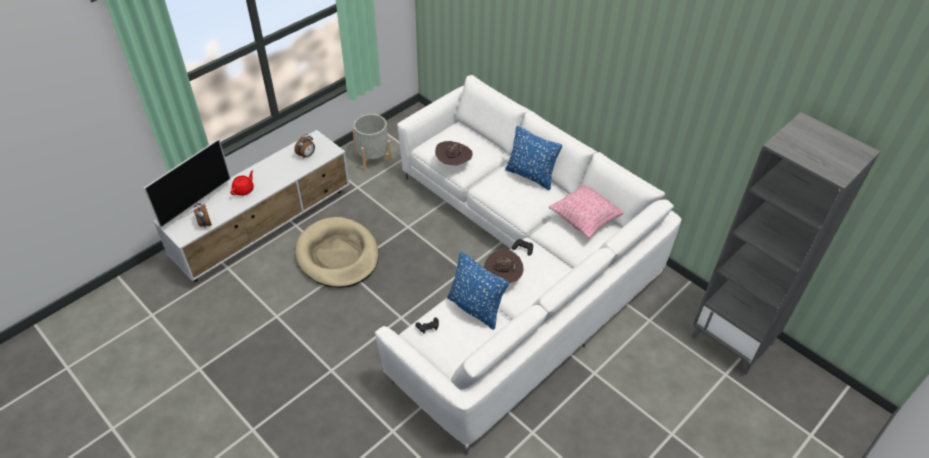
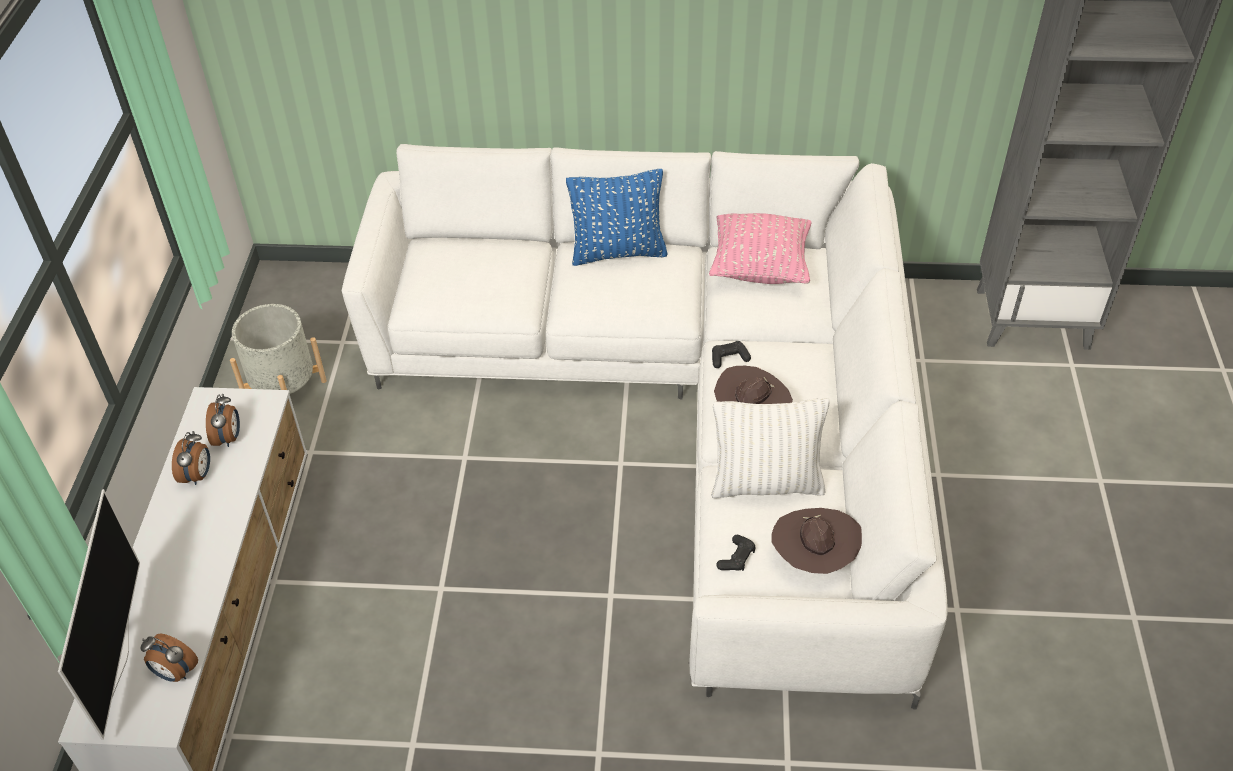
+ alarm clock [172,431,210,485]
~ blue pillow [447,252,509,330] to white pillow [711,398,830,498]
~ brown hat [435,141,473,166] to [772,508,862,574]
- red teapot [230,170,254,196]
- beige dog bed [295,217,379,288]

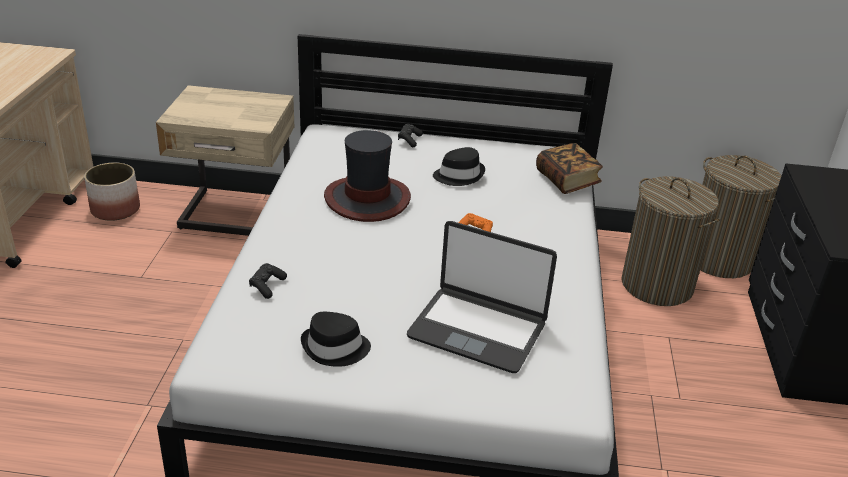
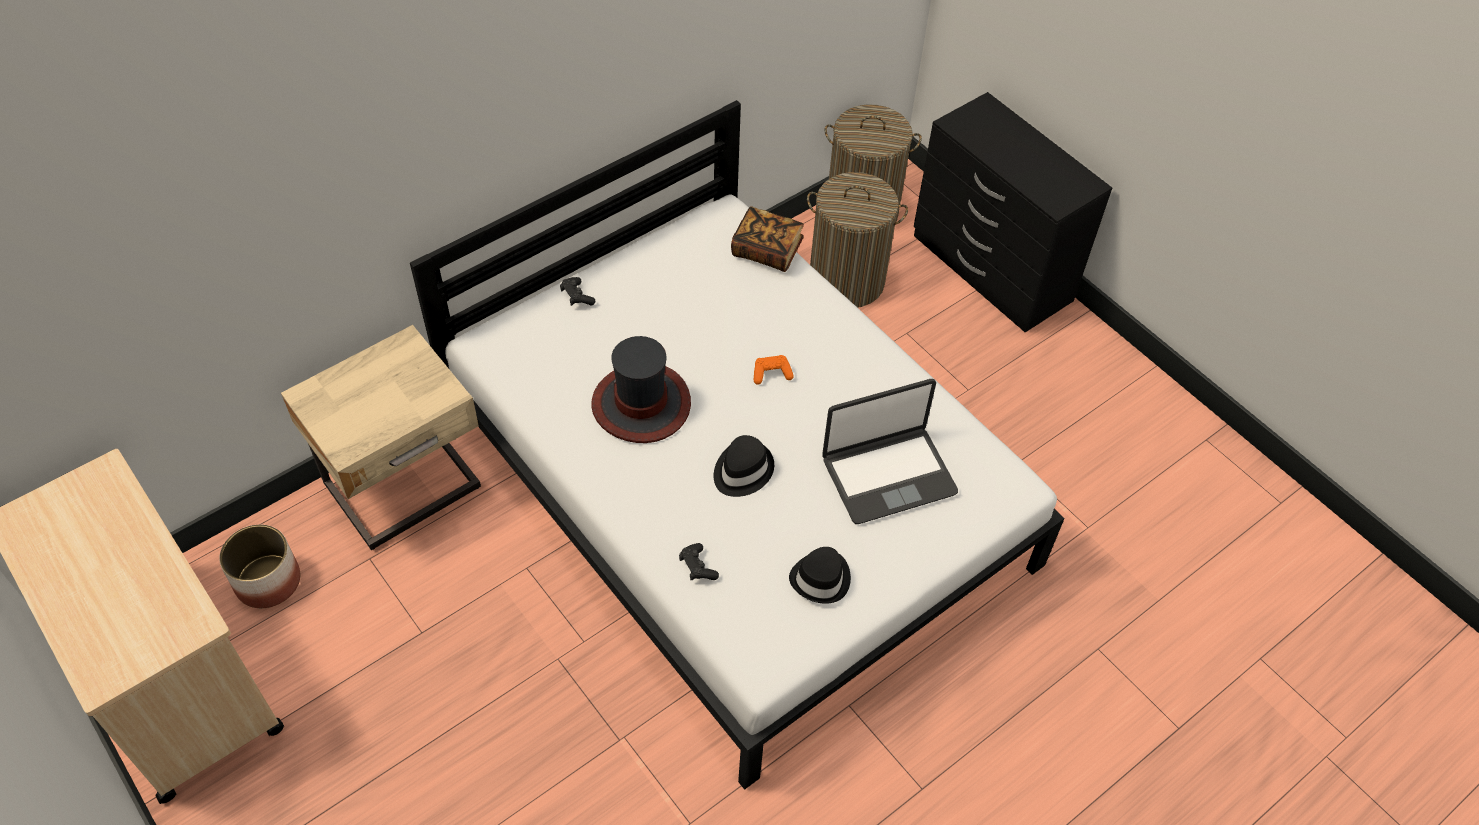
~ black hat [433,147,485,186] to [714,435,774,497]

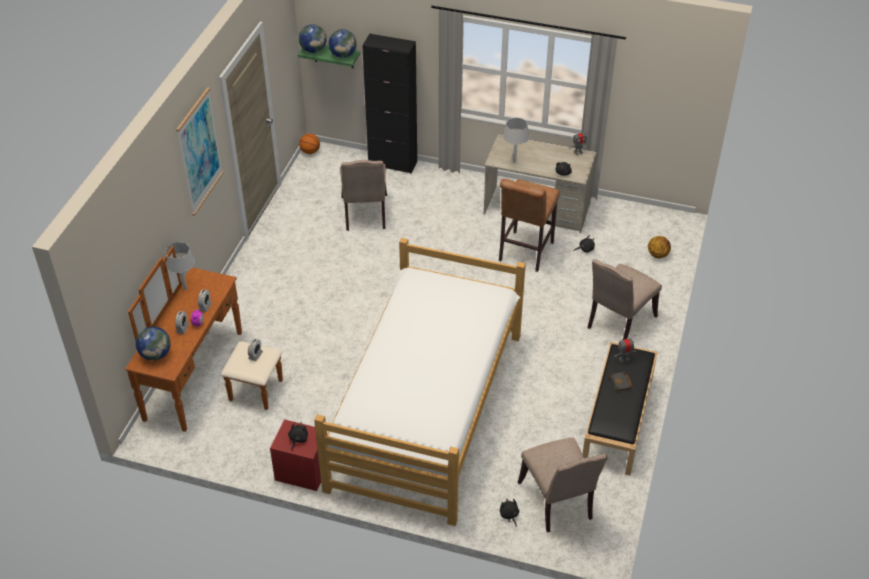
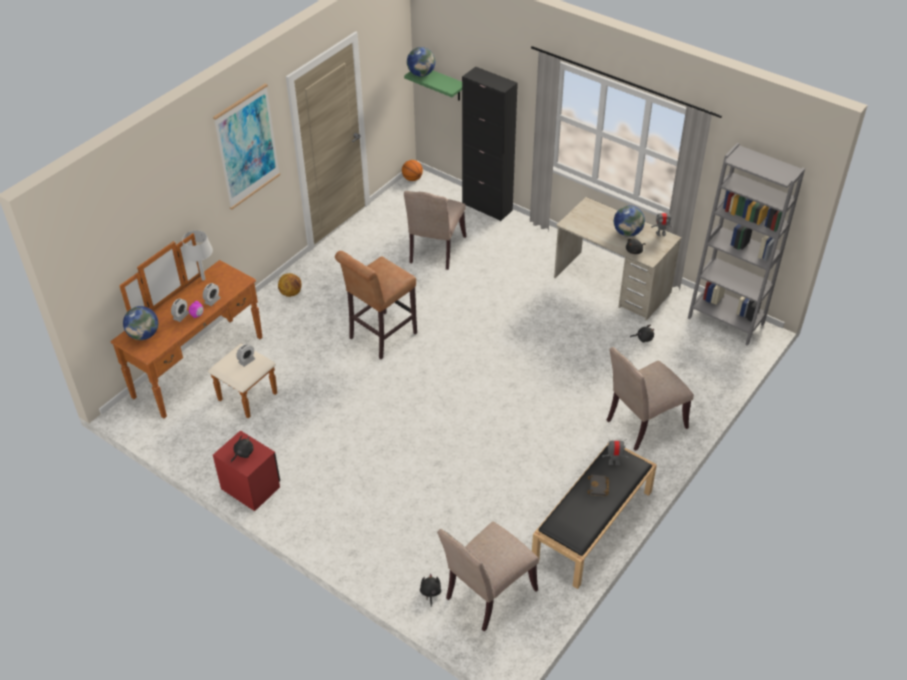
~ basketball [648,236,671,258] to [278,273,301,297]
~ brown stool [499,179,560,272] to [335,251,417,359]
~ beige chair [518,437,608,533] = [437,522,539,631] 45 degrees clockwise
~ globe [328,29,356,58] to [614,205,645,237]
+ grey bookcase [688,143,805,346]
- bed [314,238,526,526]
- grey table lamp [503,118,529,163]

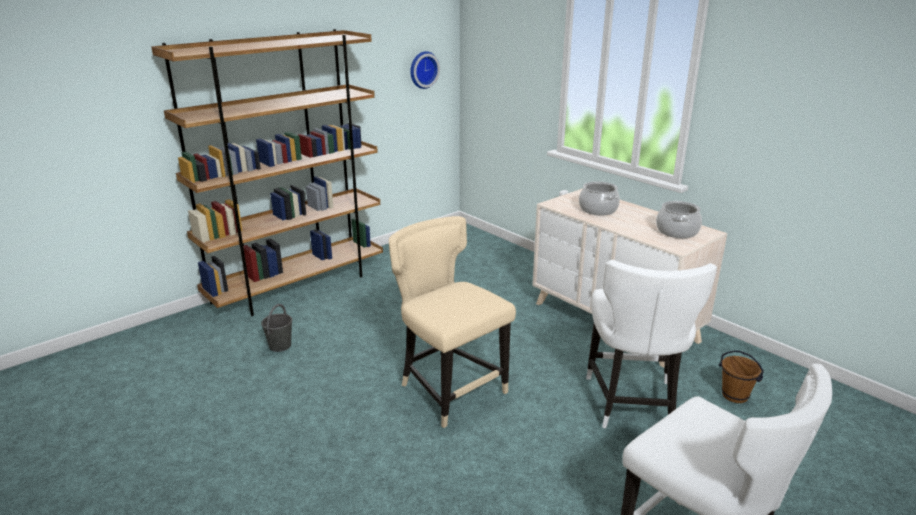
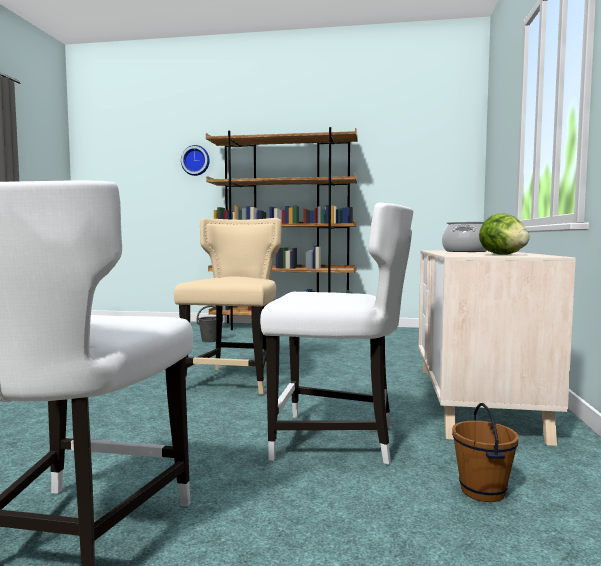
~ wall clock [410,51,440,89] to [181,145,210,176]
~ white chair [586,260,717,429] = [260,203,413,465] 135 degrees counterclockwise
~ cooking pot [656,201,702,238] to lettuce [479,213,530,255]

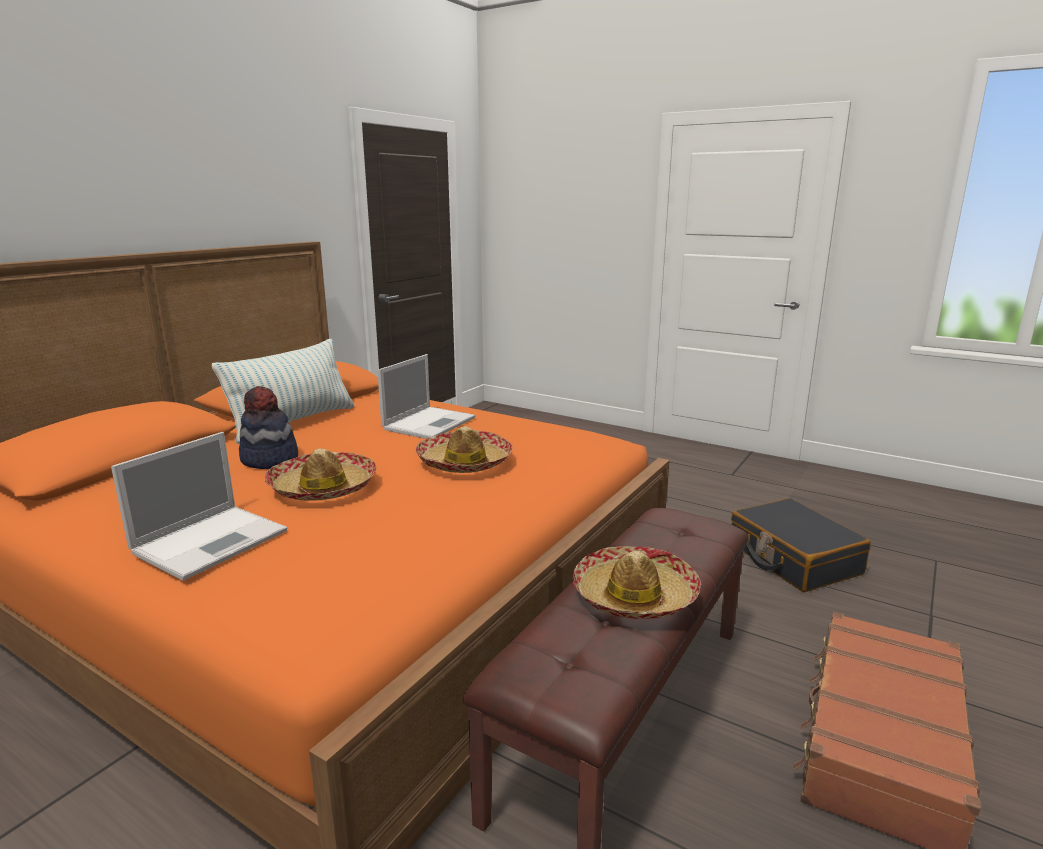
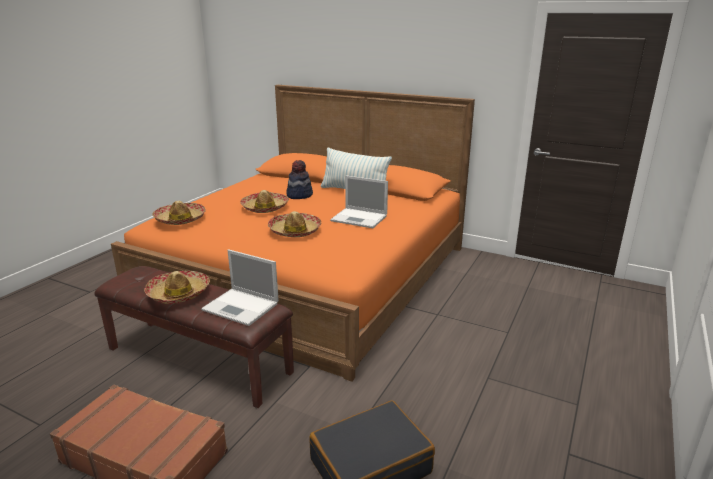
+ hat [152,201,206,225]
~ laptop [111,432,287,581] to [201,250,279,326]

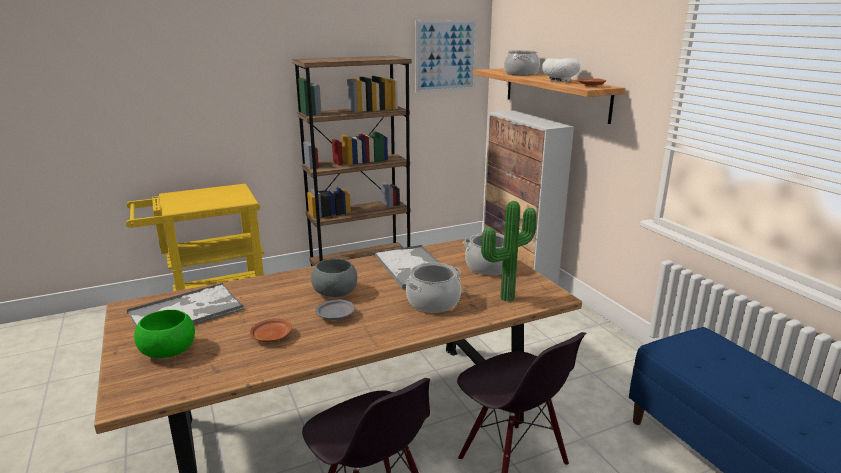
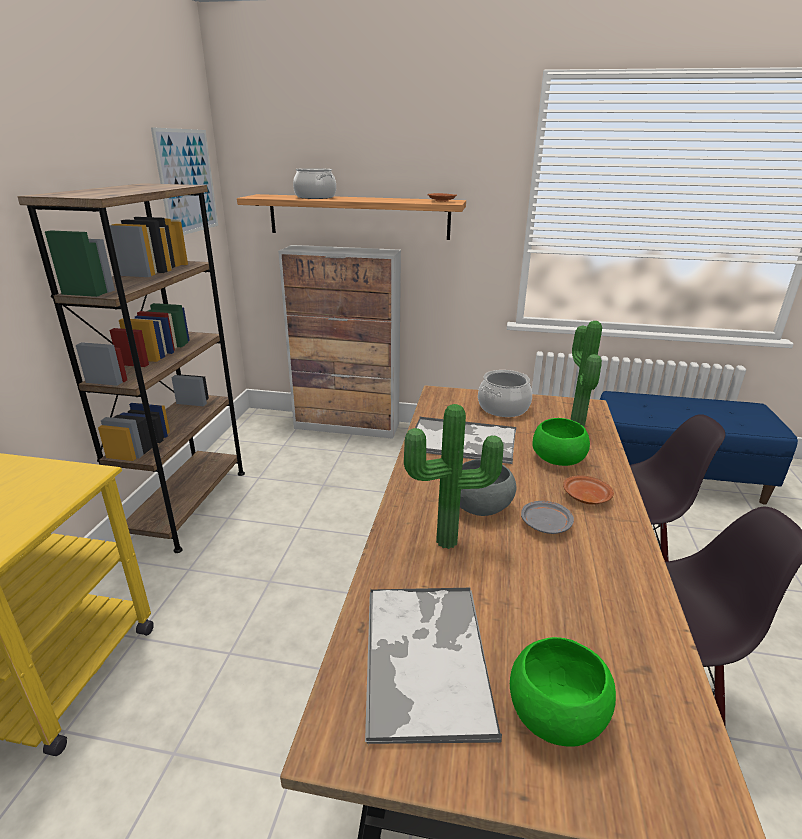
+ potted plant [404,404,503,549]
~ cooking pot [405,262,461,313] to green bowl [533,418,590,466]
~ brown plate [250,318,292,342] to [563,475,614,505]
- white bowl [542,58,580,82]

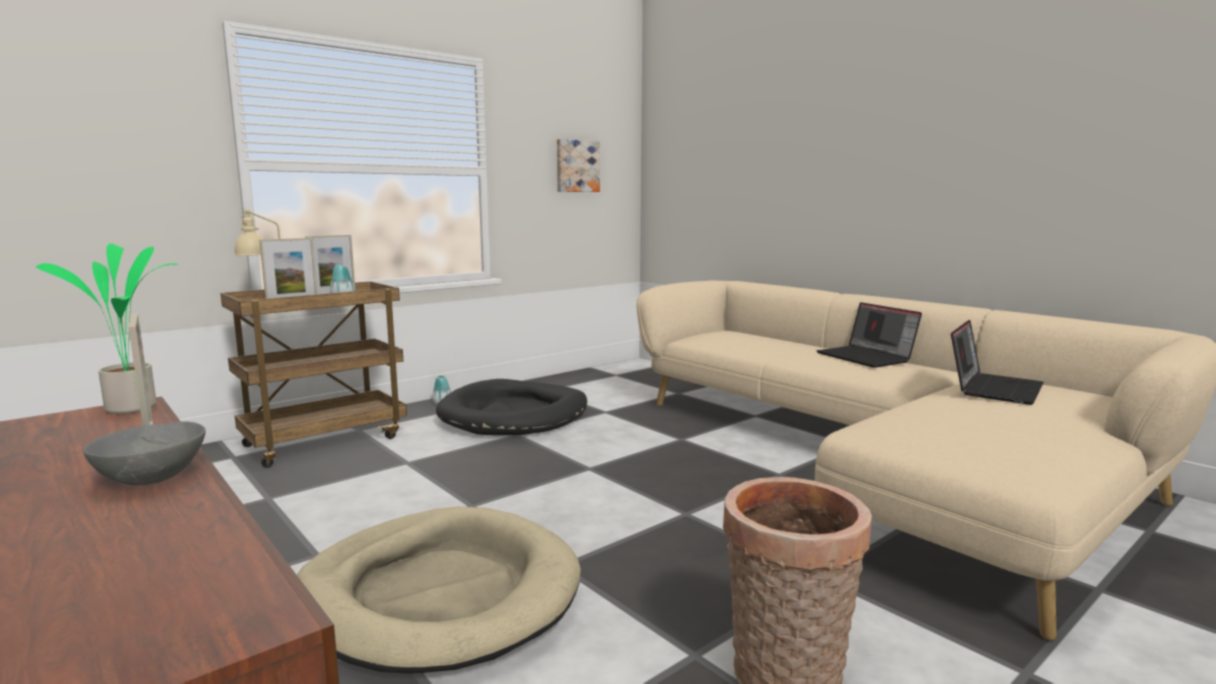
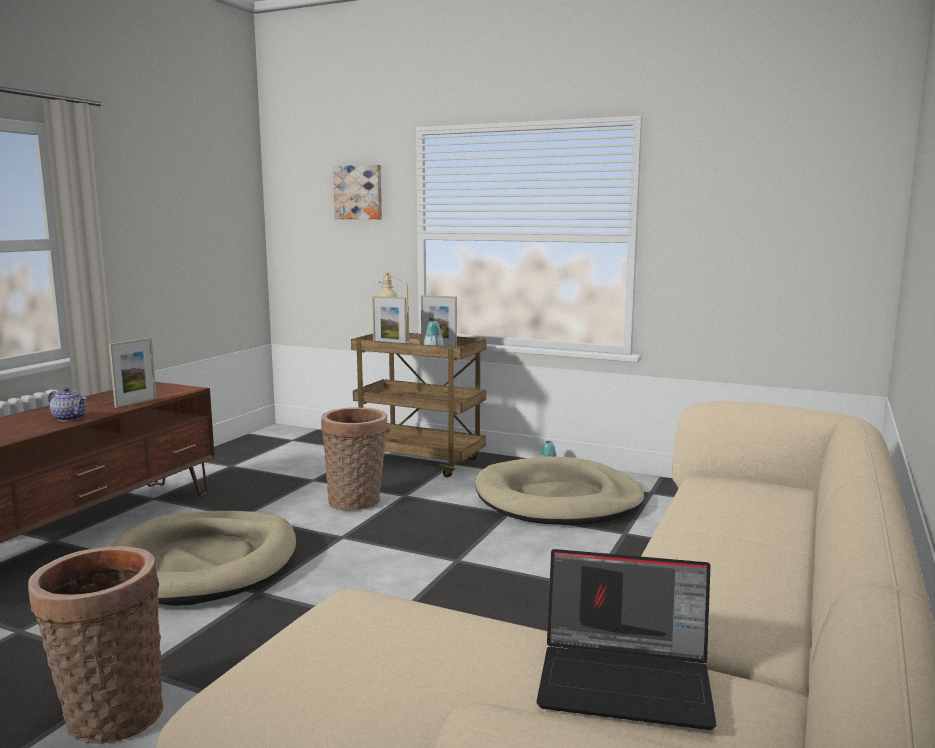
~ grey bowl [83,421,206,485] to teapot [48,387,86,421]
+ basket [321,407,388,511]
~ picture [557,139,600,192] to [333,165,382,219]
~ black dog bed [436,379,587,435] to beige dog bed [475,457,645,525]
- potted plant [36,243,179,414]
- laptop [817,302,922,368]

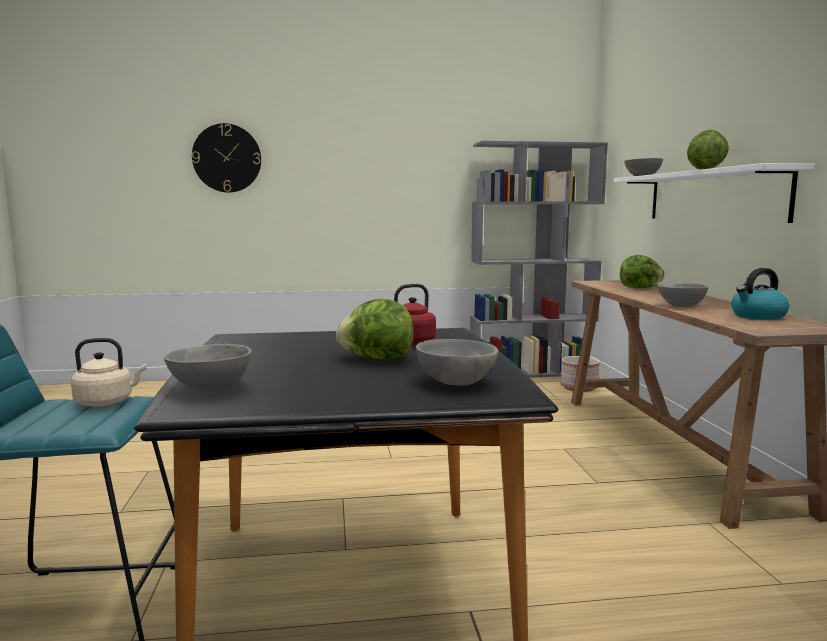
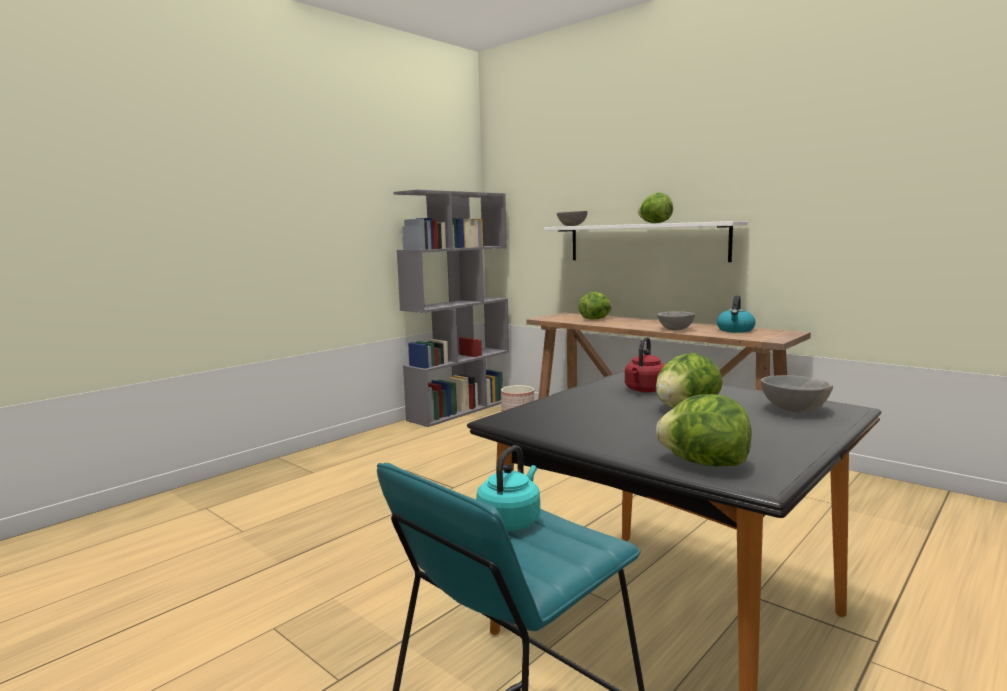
~ beige kettle [71,338,146,407] to turquoise kettle [476,445,540,531]
~ grey bowl [164,344,252,392] to lettuce [656,394,751,466]
- wall clock [192,123,261,193]

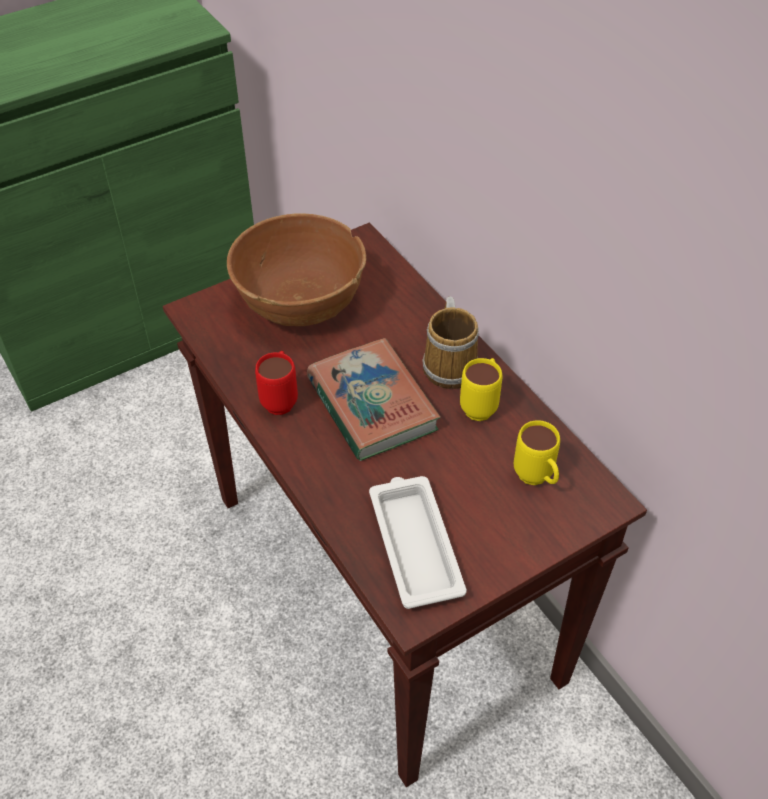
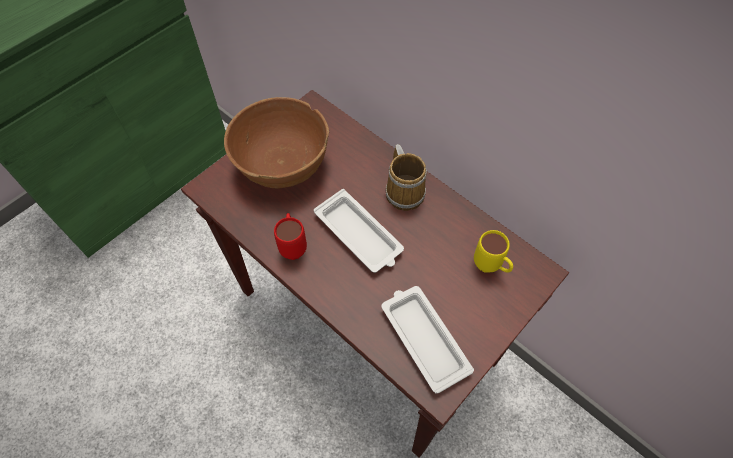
~ book [307,338,441,461] to white tray [314,189,404,273]
- yellow mug [460,358,502,421]

